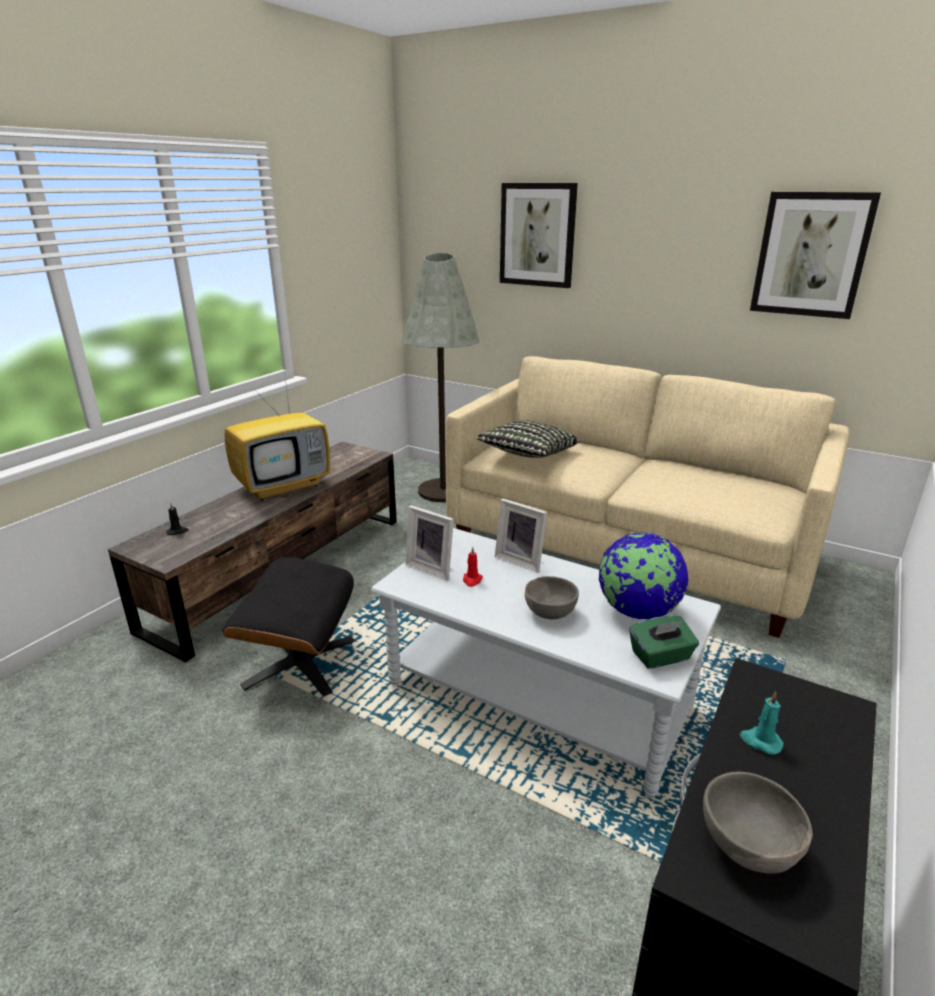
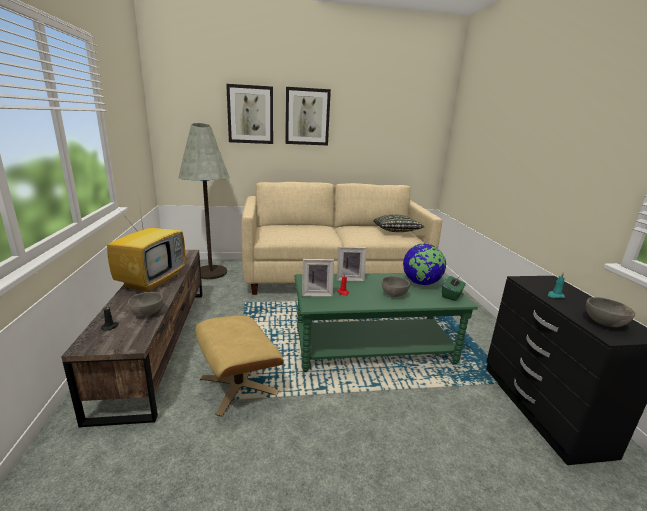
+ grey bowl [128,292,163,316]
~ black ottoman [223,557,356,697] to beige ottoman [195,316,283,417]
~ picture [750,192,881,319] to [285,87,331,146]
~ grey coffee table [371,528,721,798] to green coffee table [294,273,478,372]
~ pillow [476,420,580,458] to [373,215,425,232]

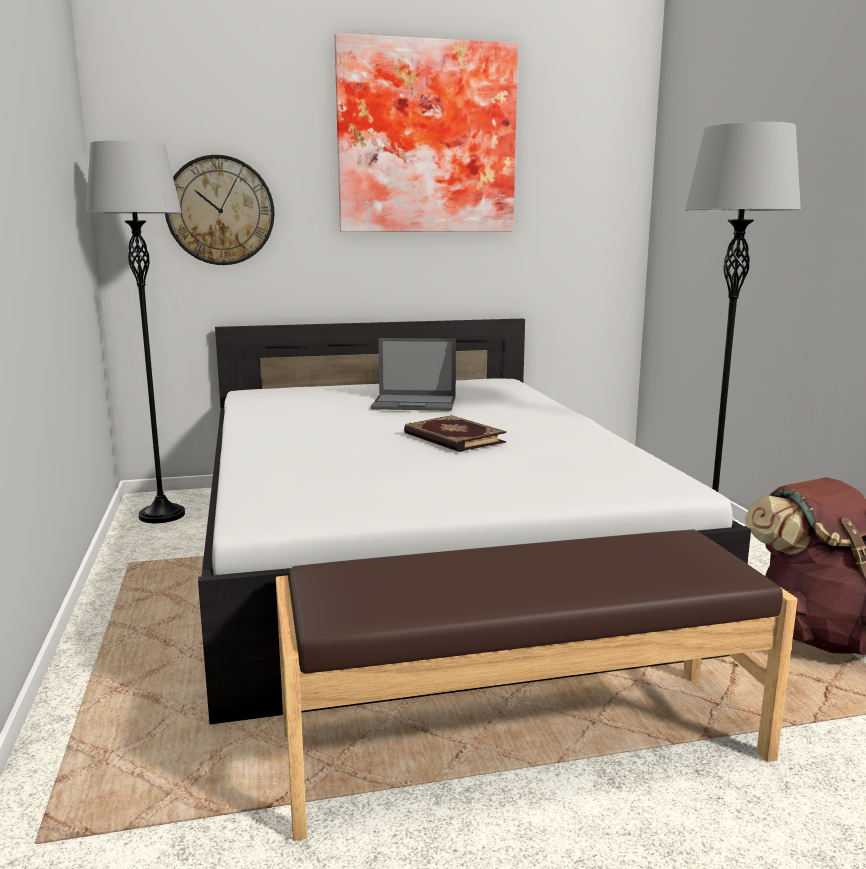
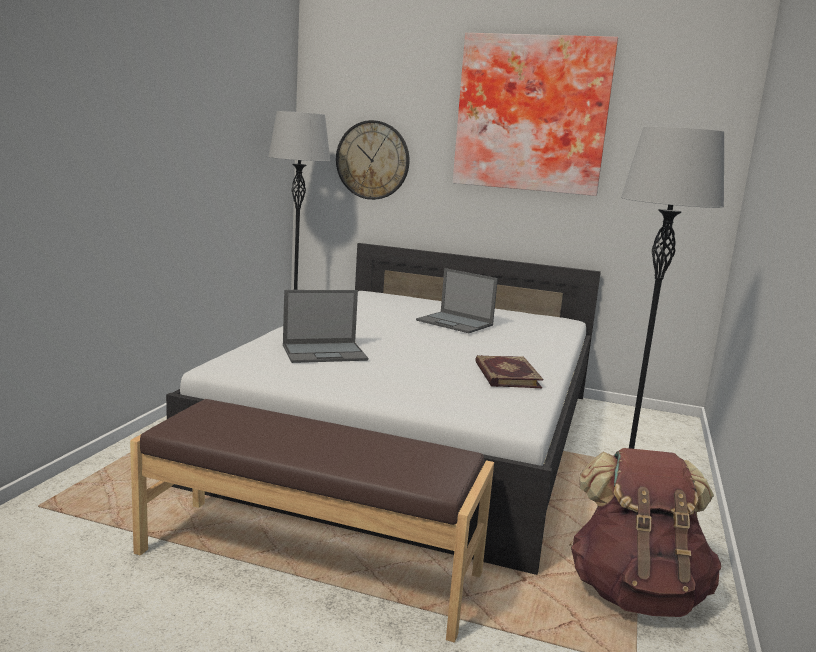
+ laptop [283,290,368,363]
~ book [404,415,506,452] to [475,355,543,388]

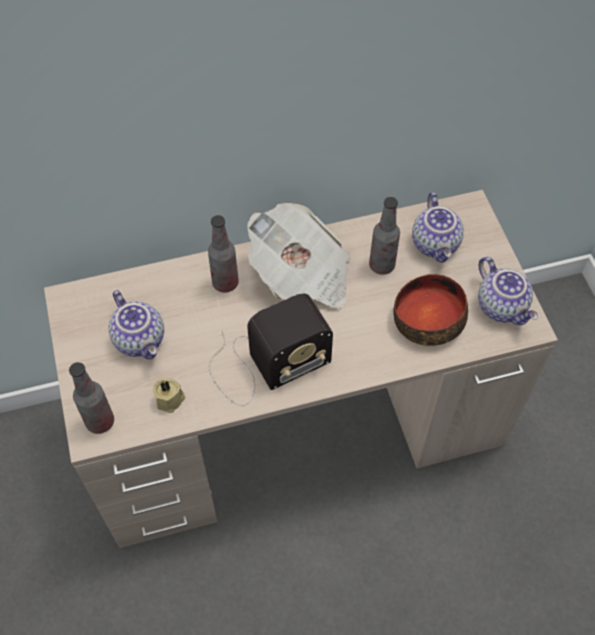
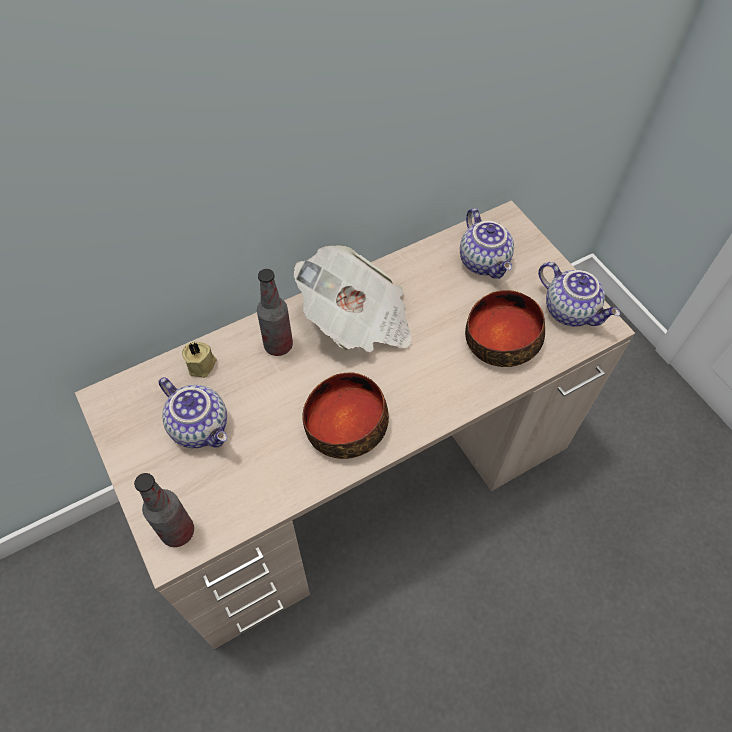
~ beige candle [153,378,185,413] to [182,342,217,378]
~ radio [209,294,333,406] to bowl [302,372,389,459]
- bottle [369,197,400,275]

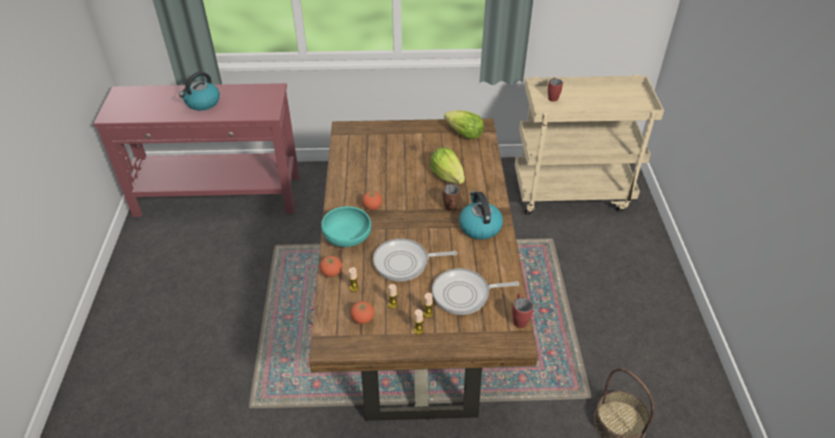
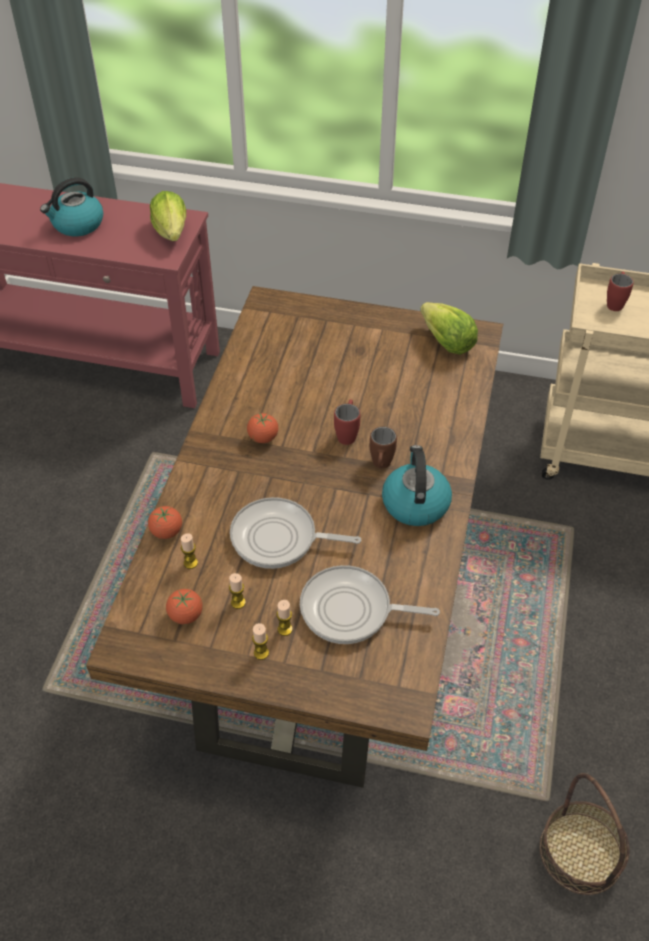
~ lettuce [430,147,465,184] to [150,191,186,241]
~ red mug [512,293,533,328] to [334,399,360,445]
- turquoise bowl [321,206,371,247]

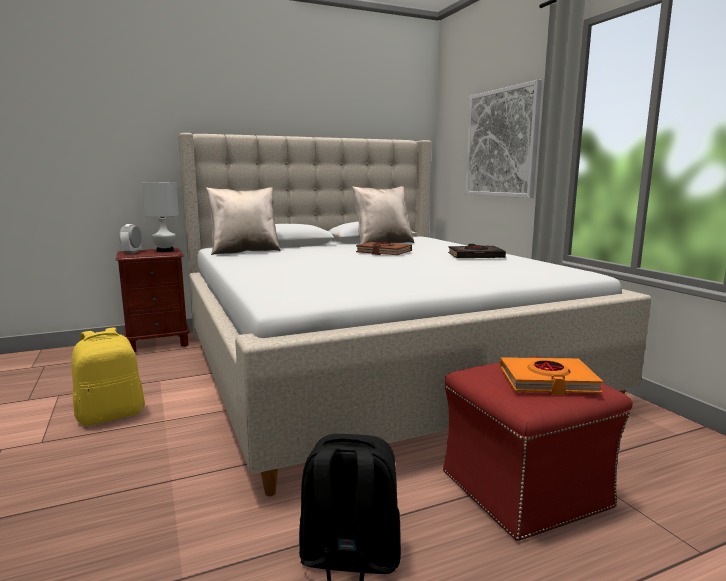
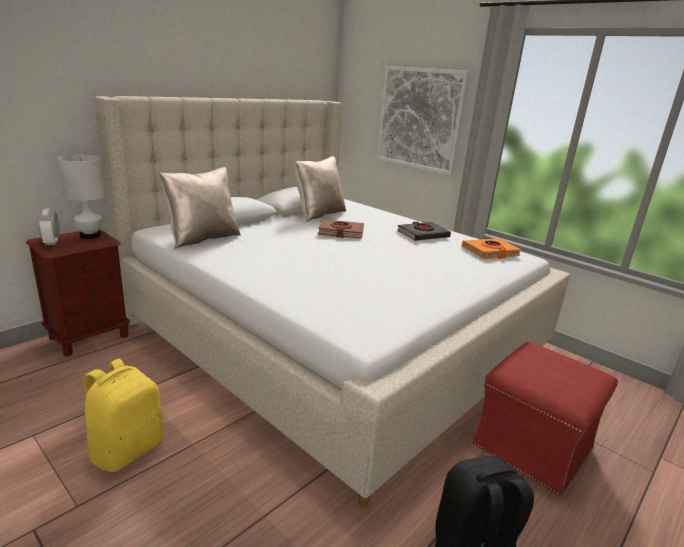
~ orange book [500,357,603,395] to [462,238,522,259]

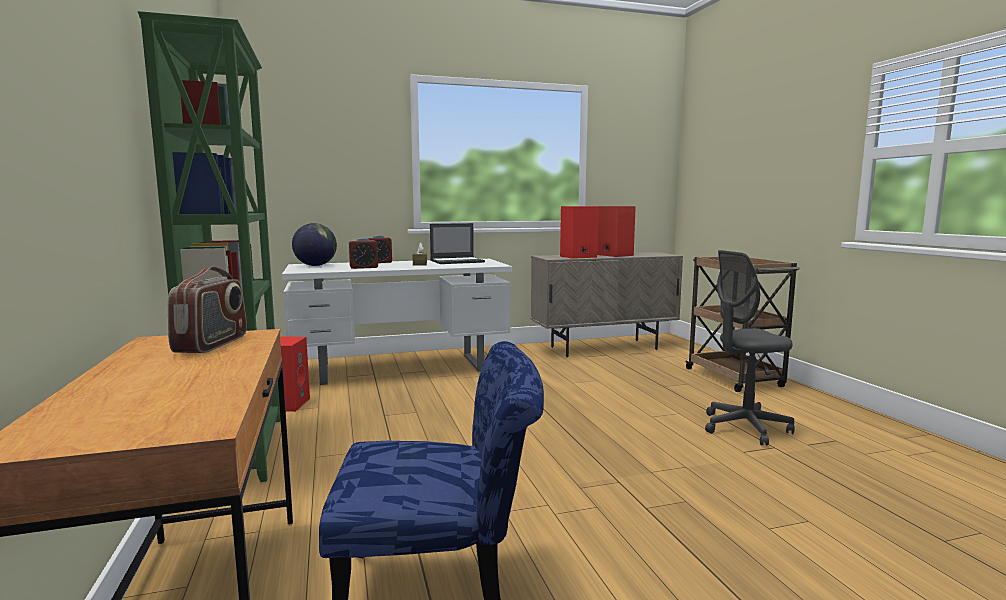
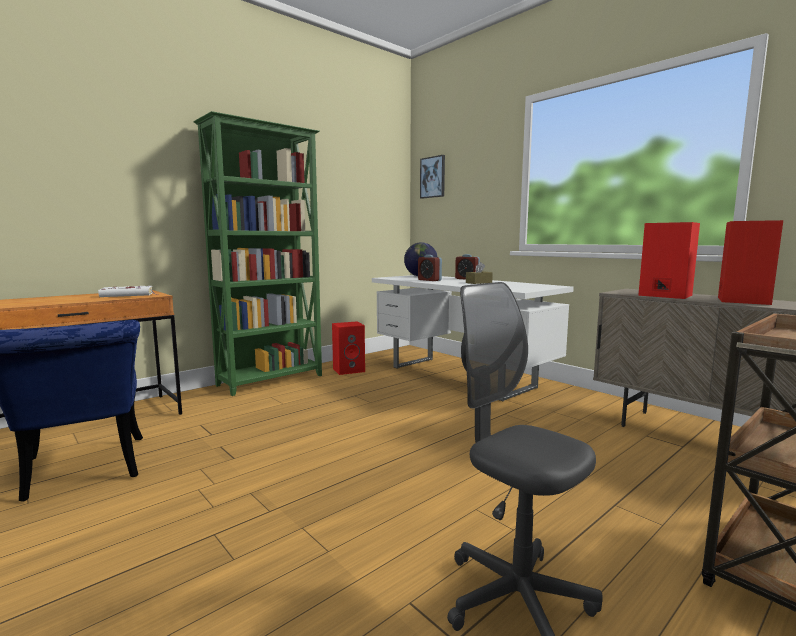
~ radio [168,266,247,353] to white book [98,286,159,297]
+ picture [420,155,445,199]
- laptop [430,223,485,264]

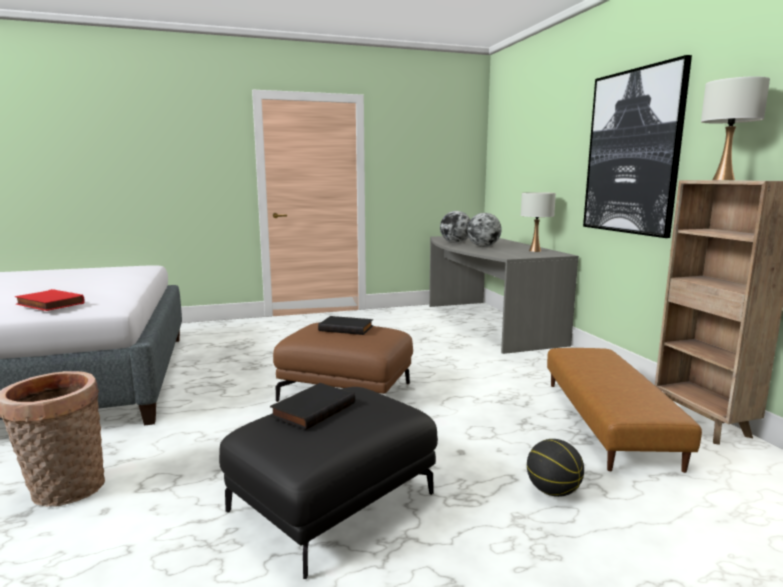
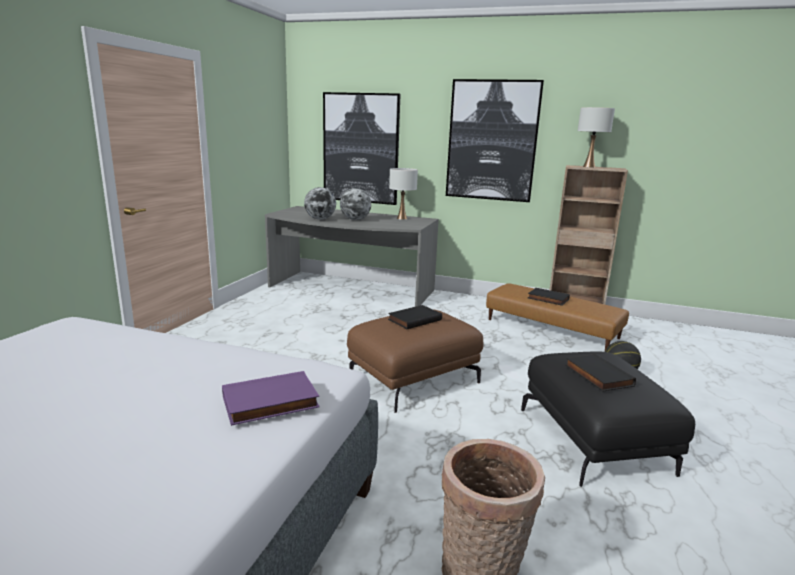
~ red book [15,289,85,311] to purple book [222,371,320,426]
+ picture [323,92,401,205]
+ black book [528,288,570,306]

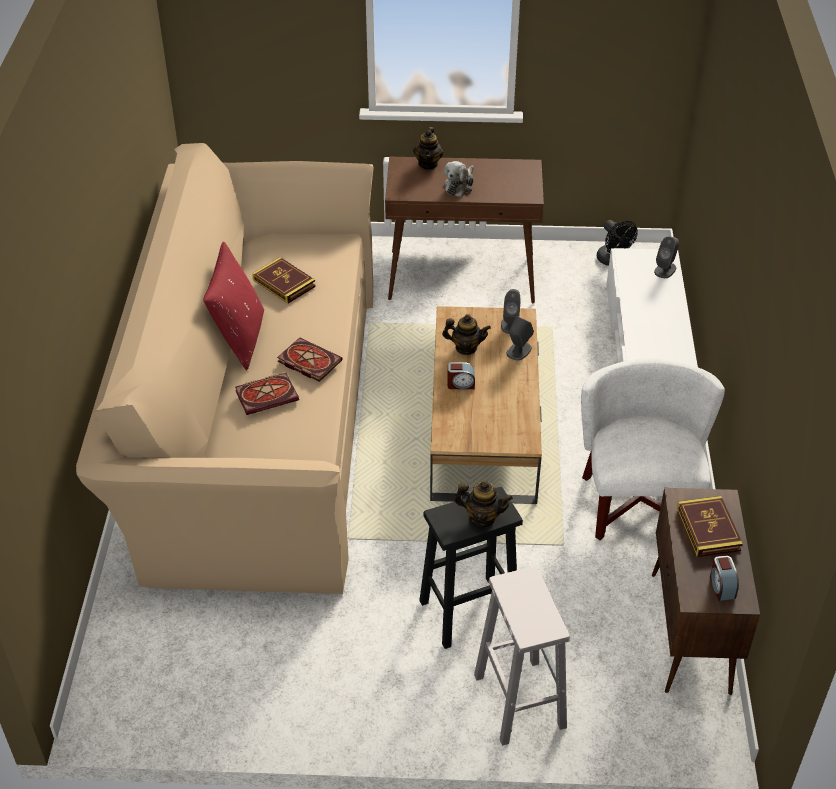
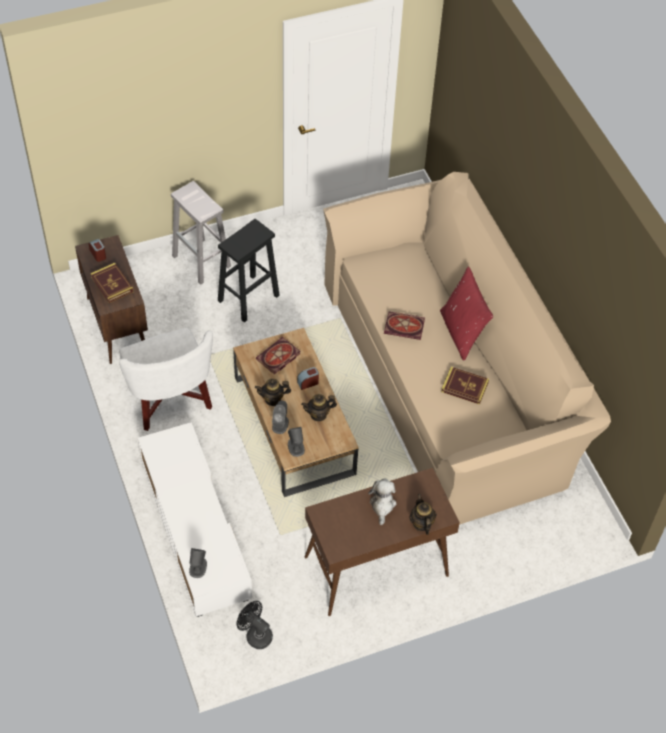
~ teapot [454,480,513,527] to [255,379,291,406]
~ book [235,373,299,415] to [256,337,301,374]

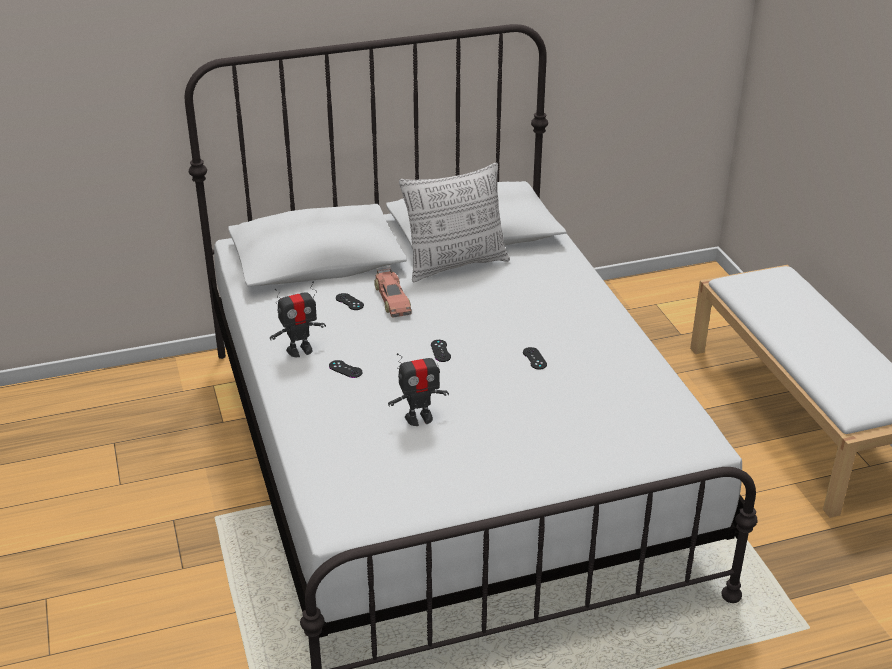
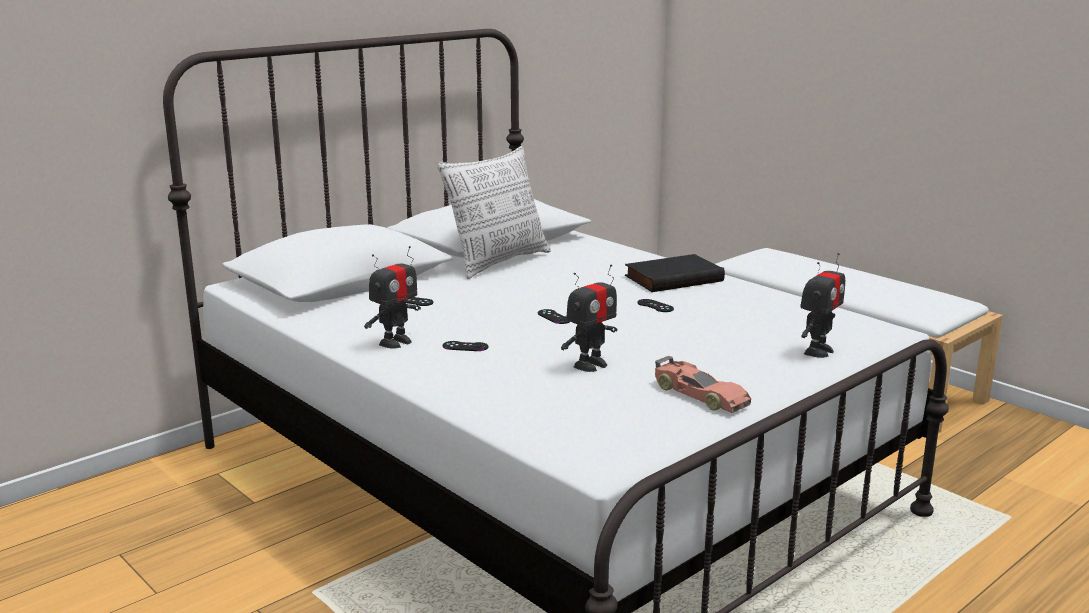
+ black book [625,254,725,292]
~ toy car [374,267,412,318] to [655,356,751,413]
+ toy robot [800,253,845,358]

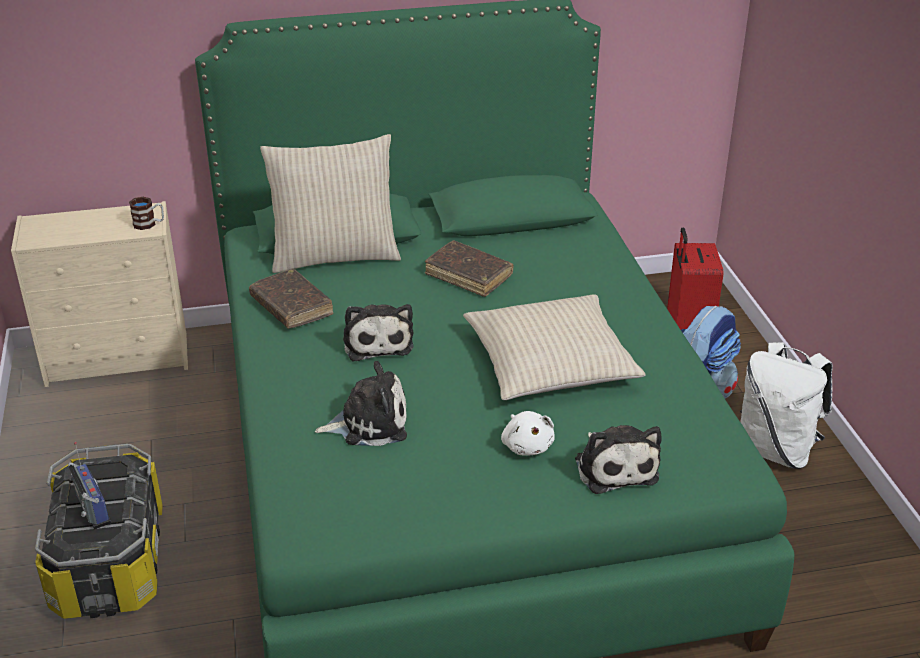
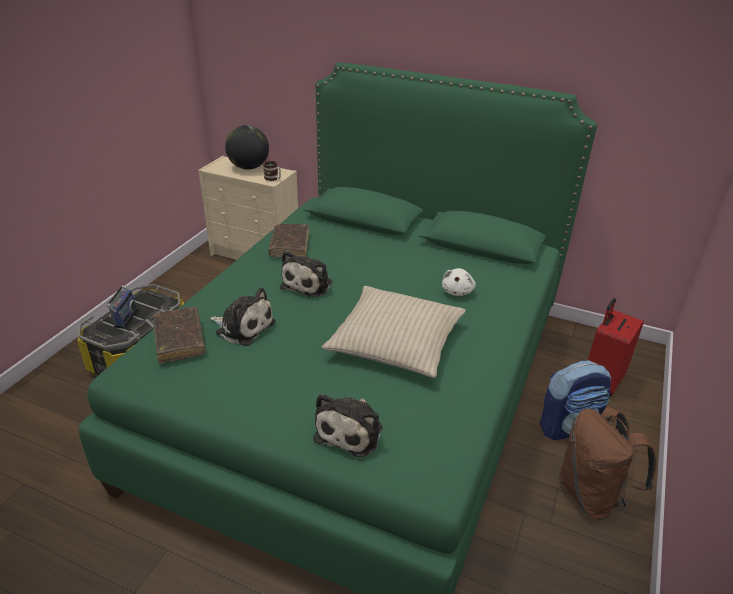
~ brown book [425,241,513,297] to [153,307,206,364]
+ globe [225,125,269,170]
~ white plush toy [501,411,555,456] to [442,268,476,296]
~ white backpack [740,342,833,469] to brown backpack [559,407,656,520]
- beige pillow [260,134,401,273]

